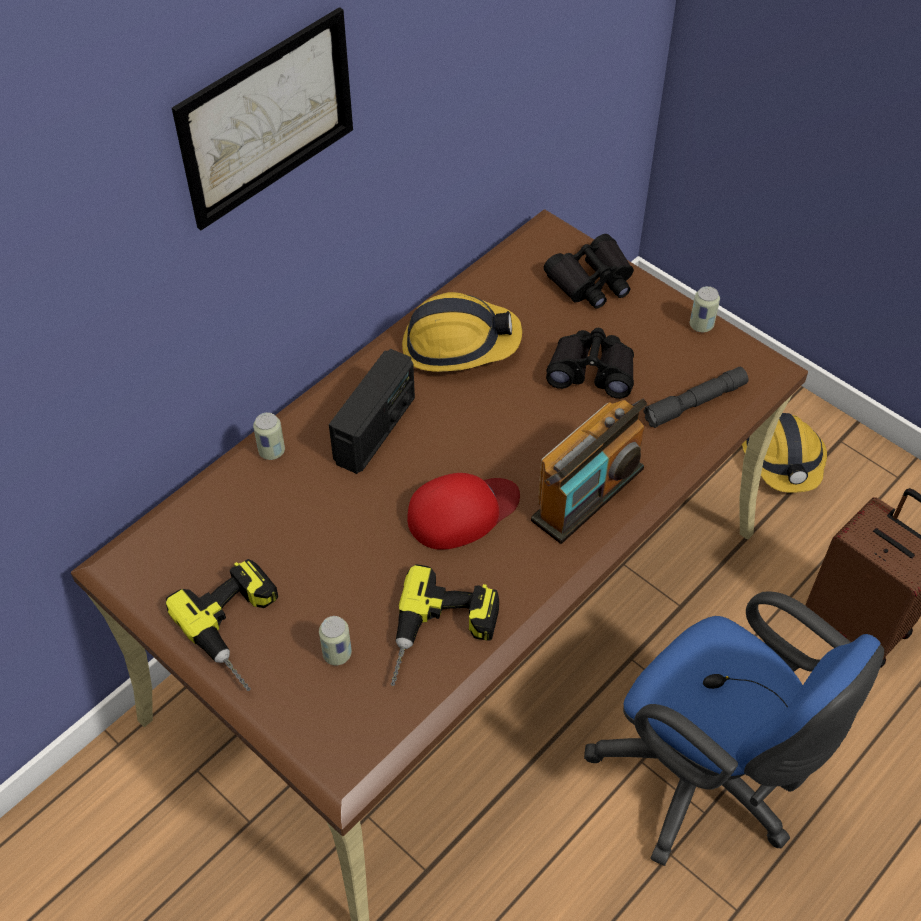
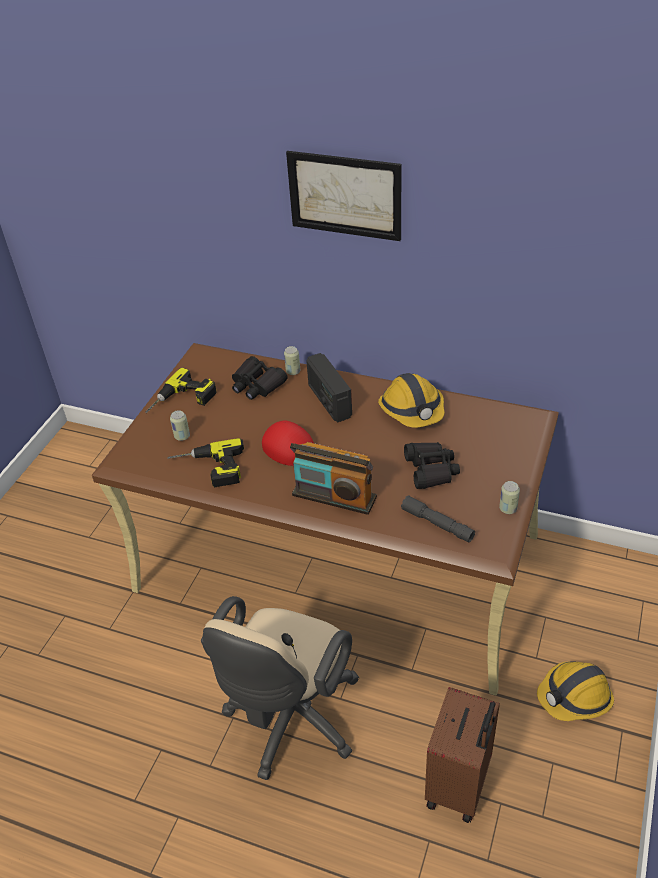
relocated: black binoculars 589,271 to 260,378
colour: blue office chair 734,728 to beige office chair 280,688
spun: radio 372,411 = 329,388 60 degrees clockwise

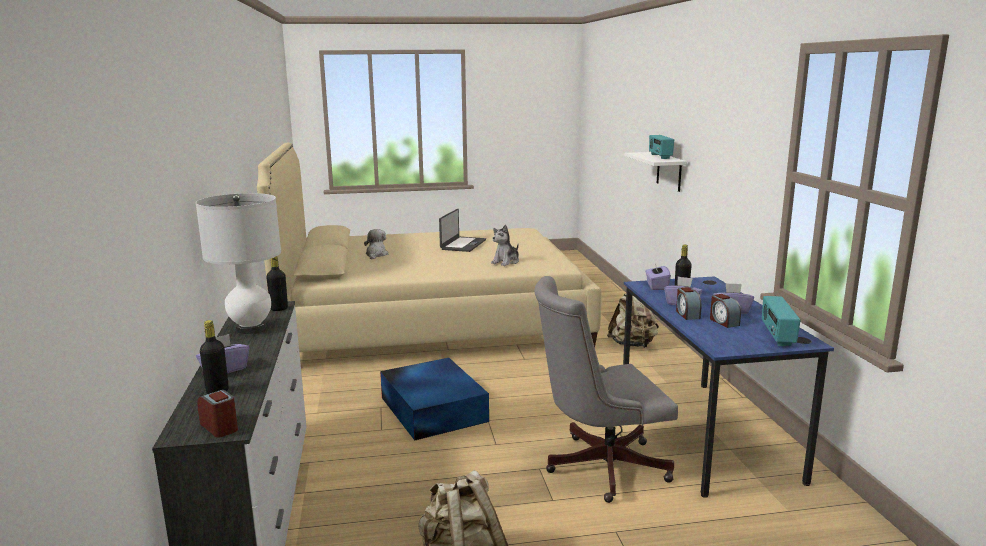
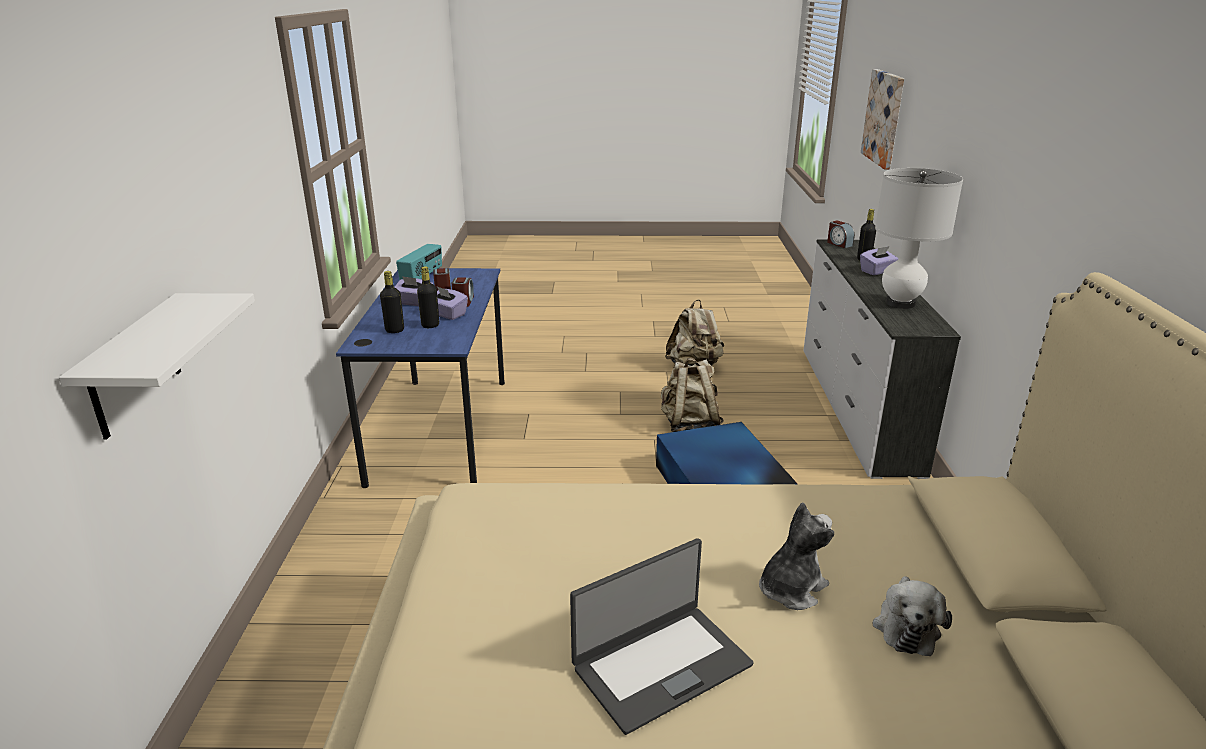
missing: grey office chair 606,389; purple tissue box 658,277; radio 661,147
appeared: picture 882,119
relocated: black bottle 277,283 to 392,302; plush toy 505,245 to 796,556; beige backpack 633,321 to 692,395
spun: laptop 462,230 = 661,636 150 degrees counterclockwise

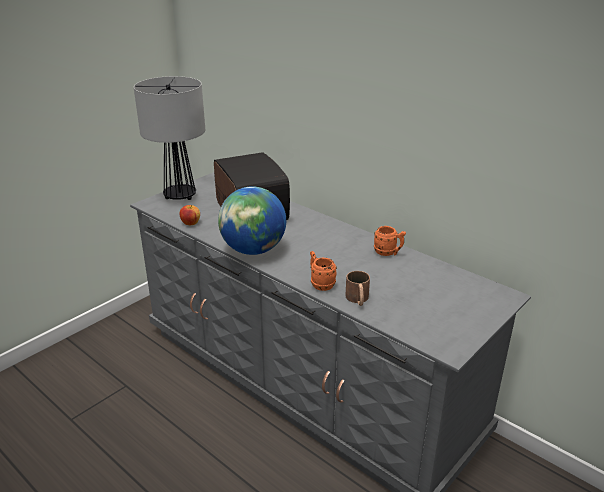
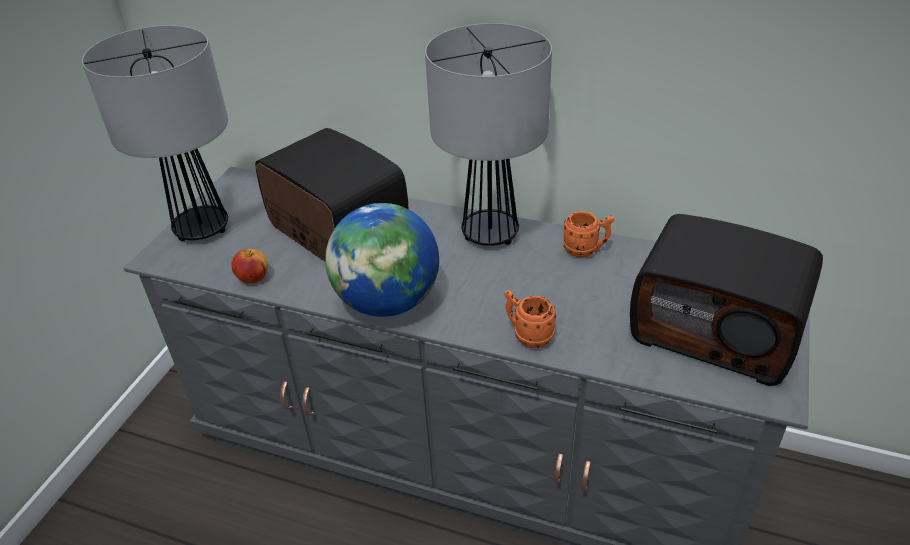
missing: brown mug 358,288
appeared: table lamp 488,134; radio 726,300

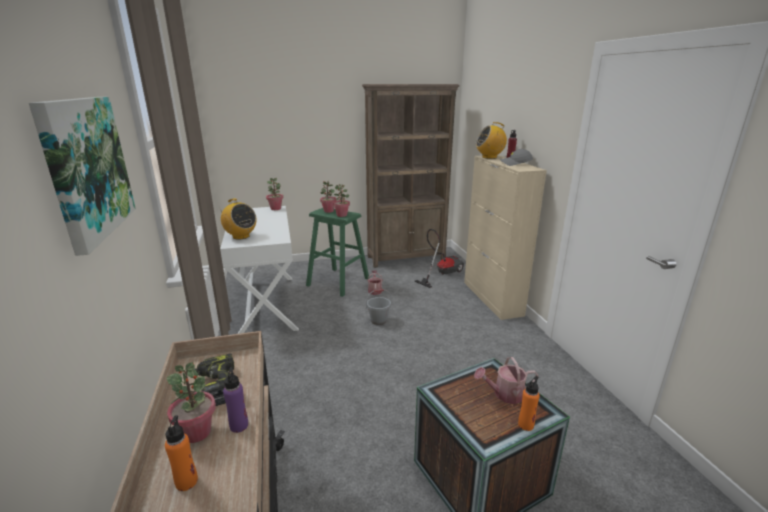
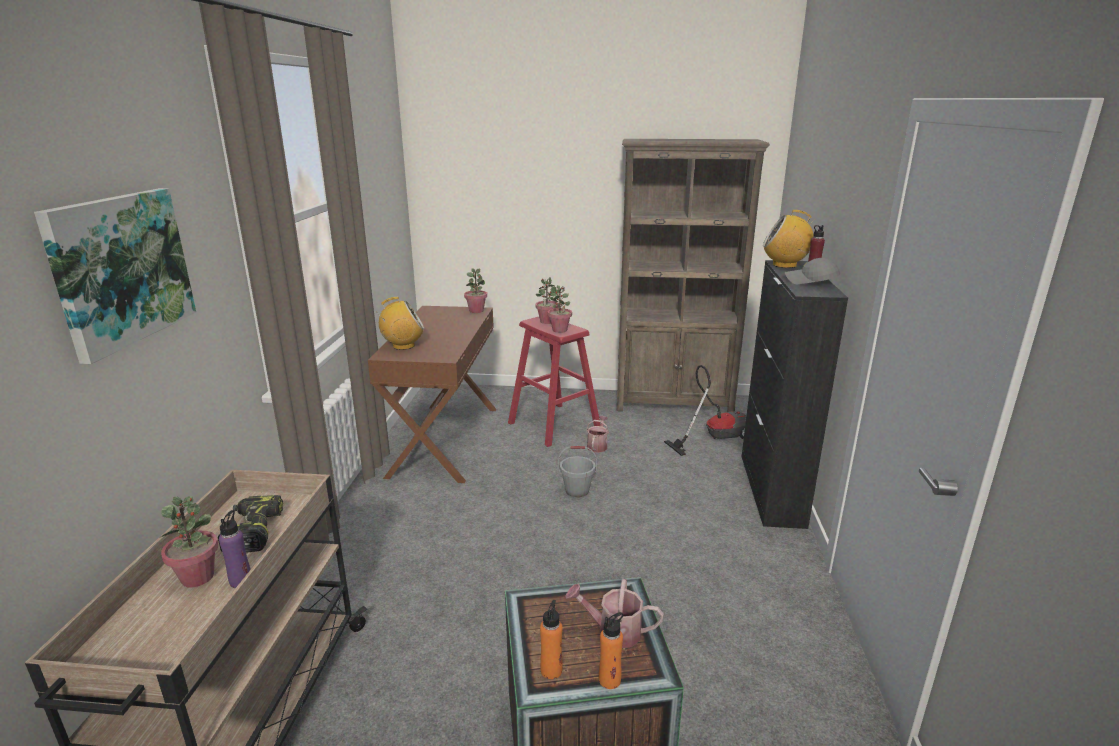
relocated: orange bottle 181,453 to 551,639
colour: white desk 259,270 to brown desk 432,394; green stool 337,252 to red stool 554,382; beige cabinet 505,237 to black cabinet 795,394
spun: radio 237,219 = 400,323 75 degrees counterclockwise

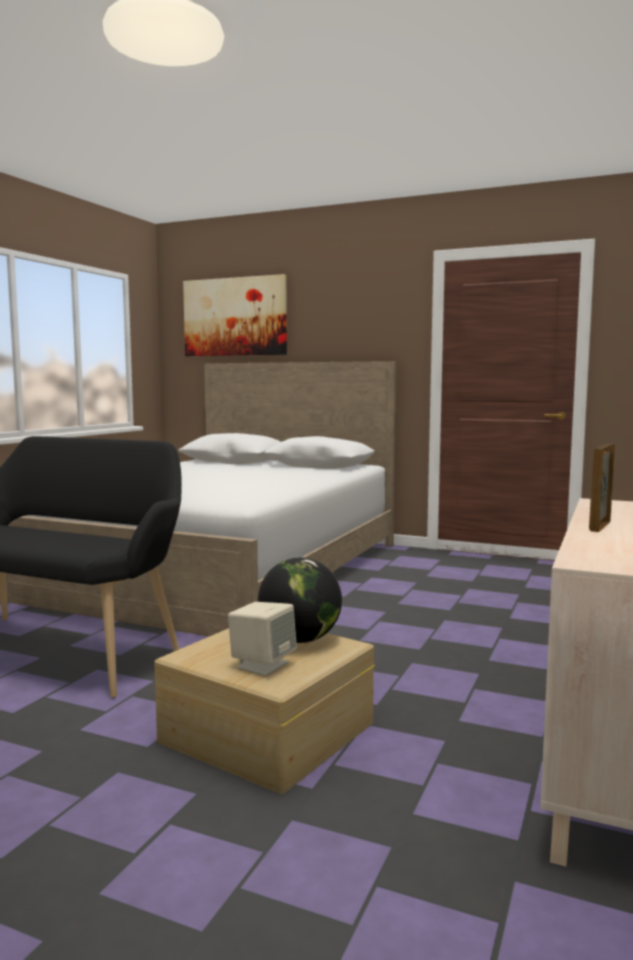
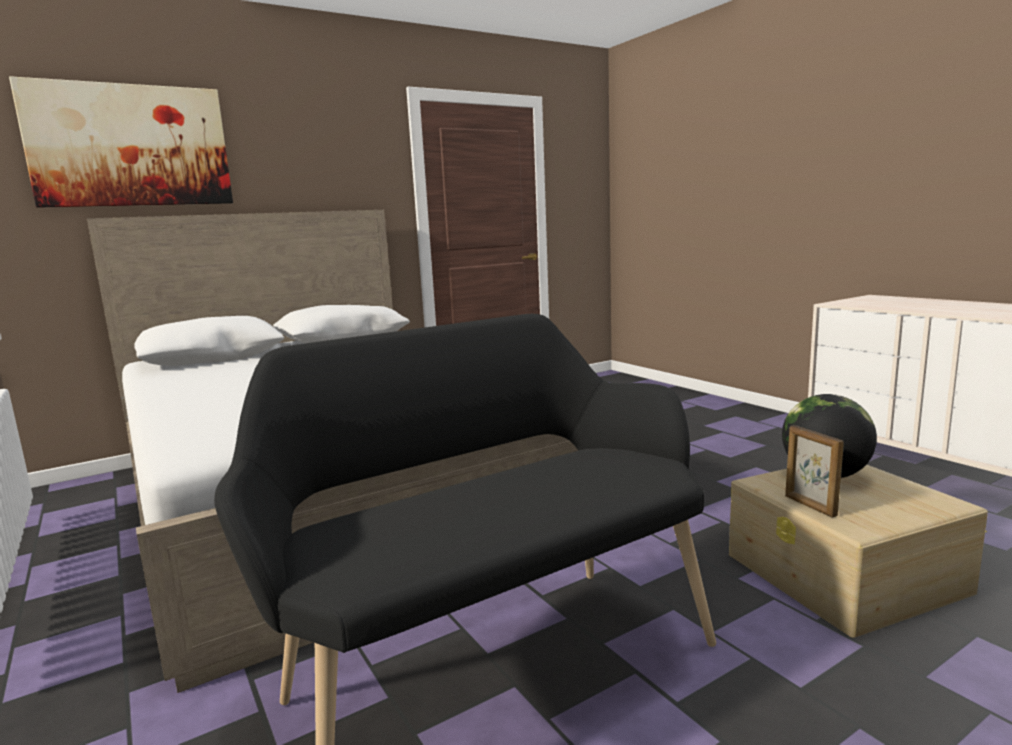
missing: beige speaker 262,639
relocated: picture frame 602,487 to 814,471

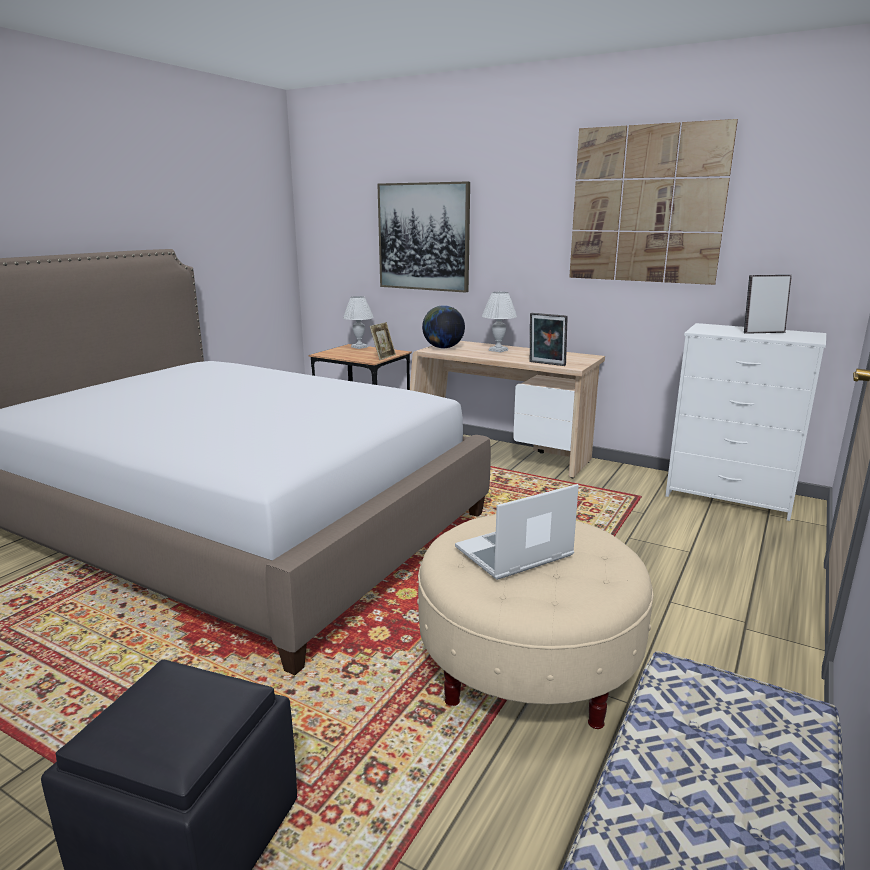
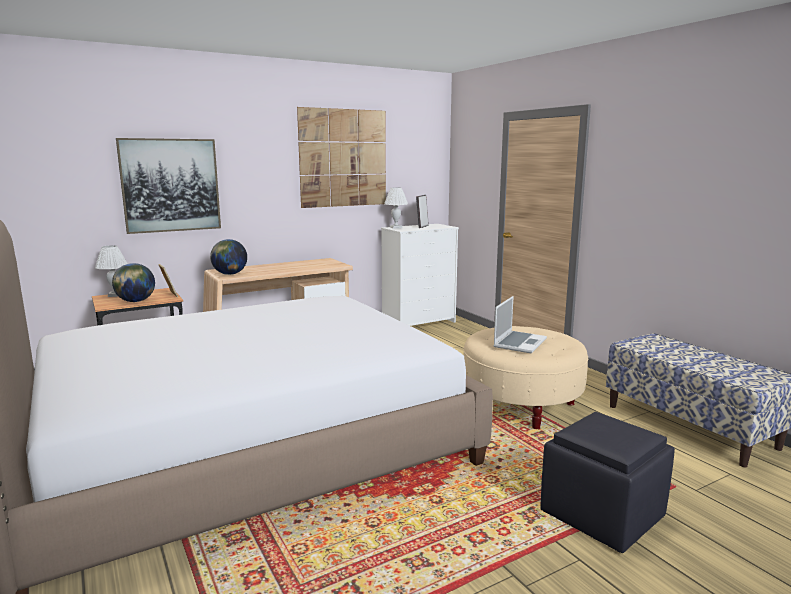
missing: picture frame 549,339
appeared: globe 133,282
relocated: white table lamp 499,322 to 396,208
spun: laptop 517,532 = 520,324 150 degrees counterclockwise

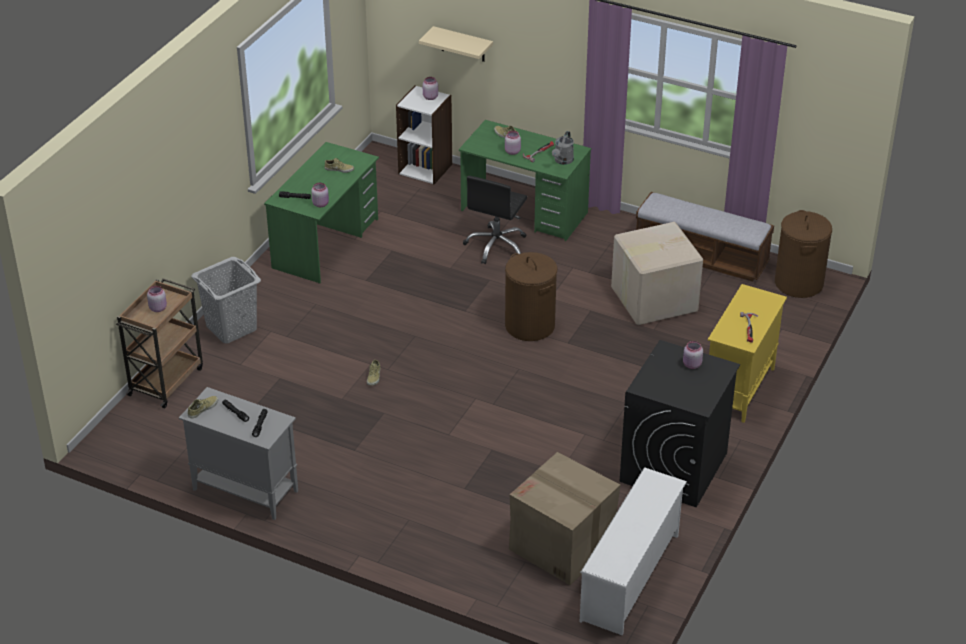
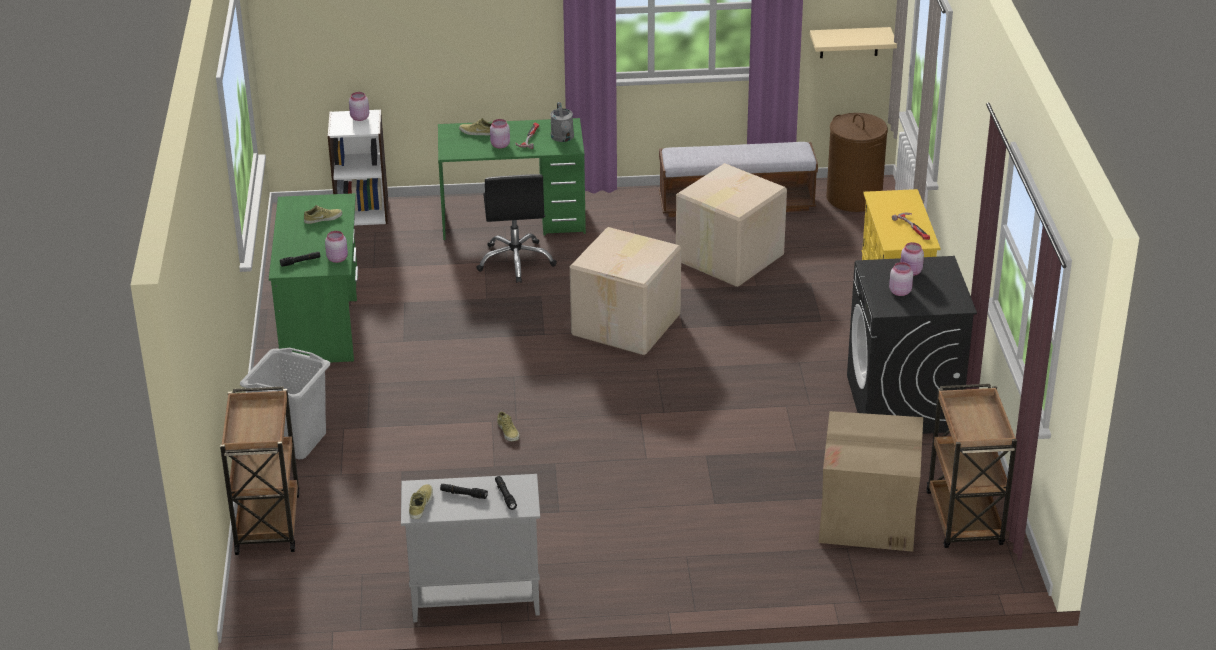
relocated: pink jar 157,299 to 901,279; beige shelf 456,44 to 853,42
exchanged: brown laundry basket 531,296 to cardboard box 625,291; white shoe rack 633,551 to brown cart 971,466

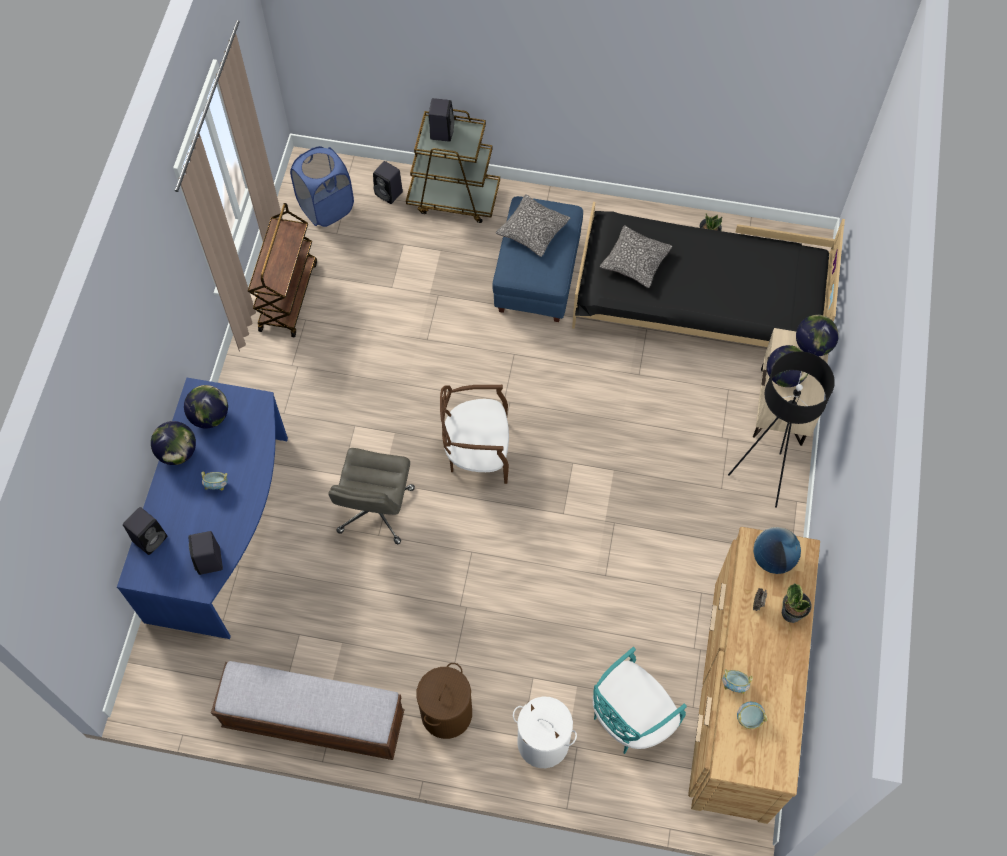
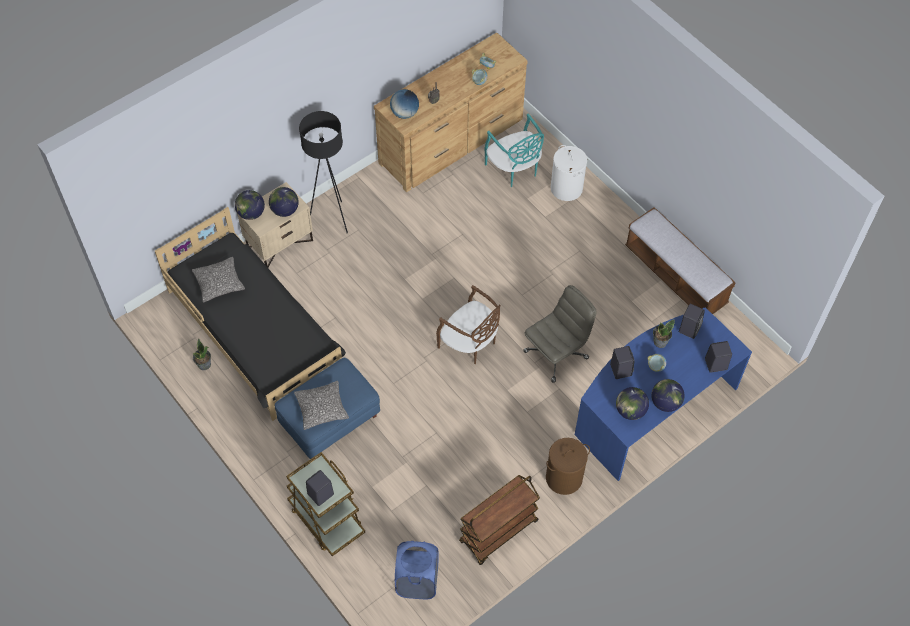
relocated: black speaker 388,182 to 622,362; brown laundry basket 444,701 to 568,466; pillow 636,256 to 218,280; potted plant 797,603 to 664,333
spun: turquoise chair 640,700 = 514,150 60 degrees clockwise

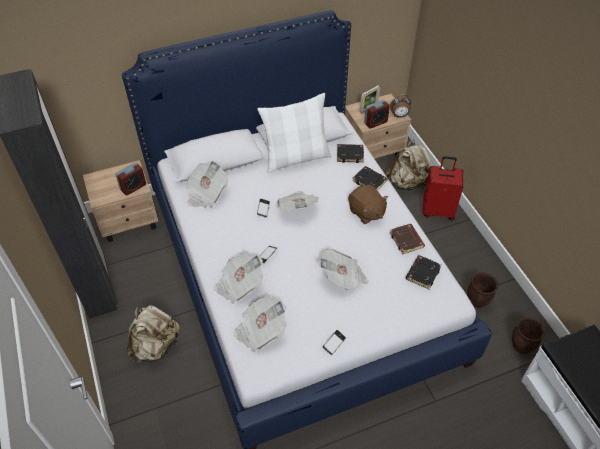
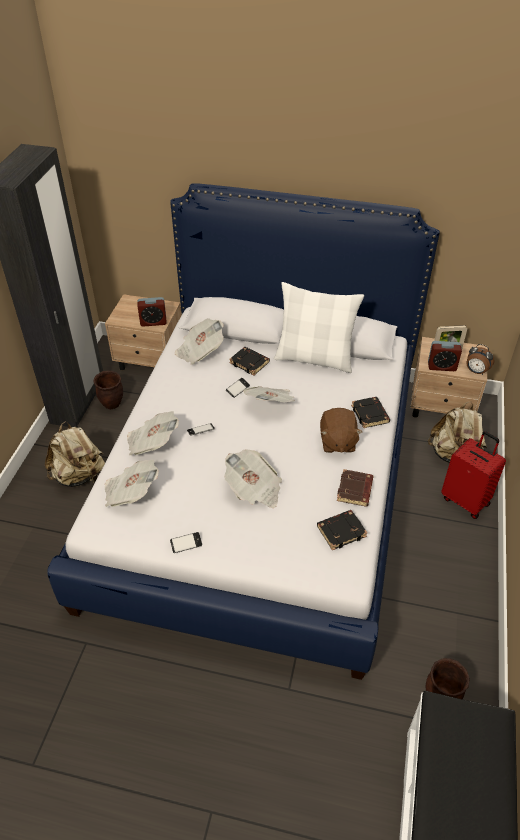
relocated: black book 350,153 to 249,361; brown planter 482,290 to 108,389

